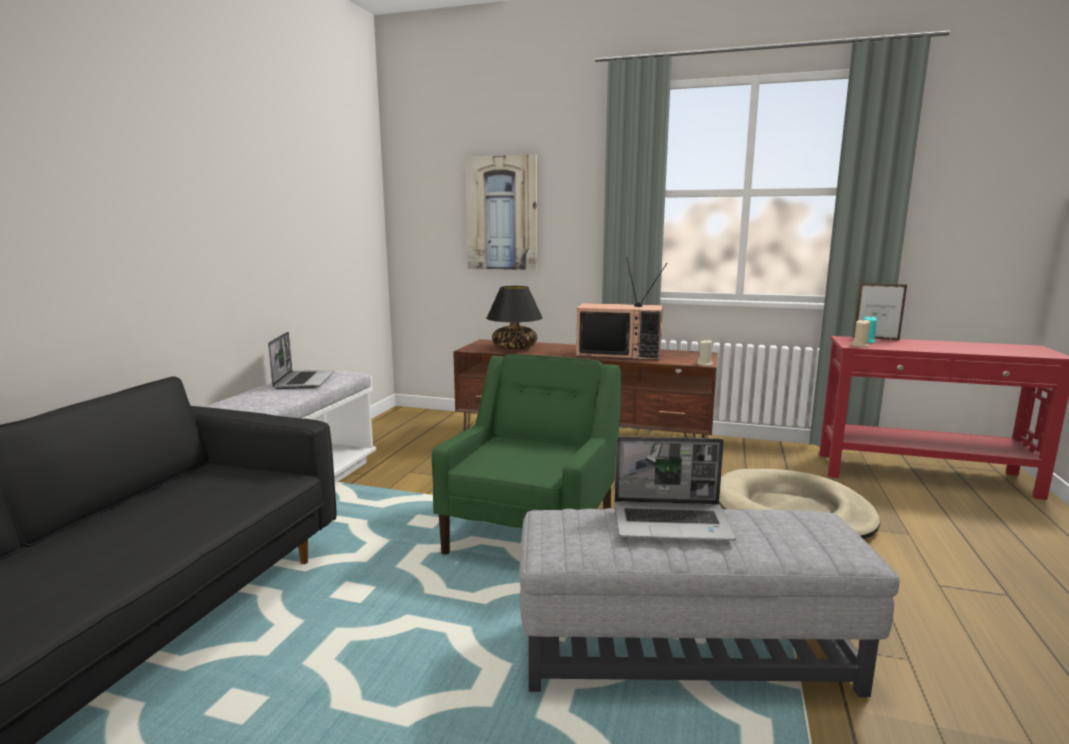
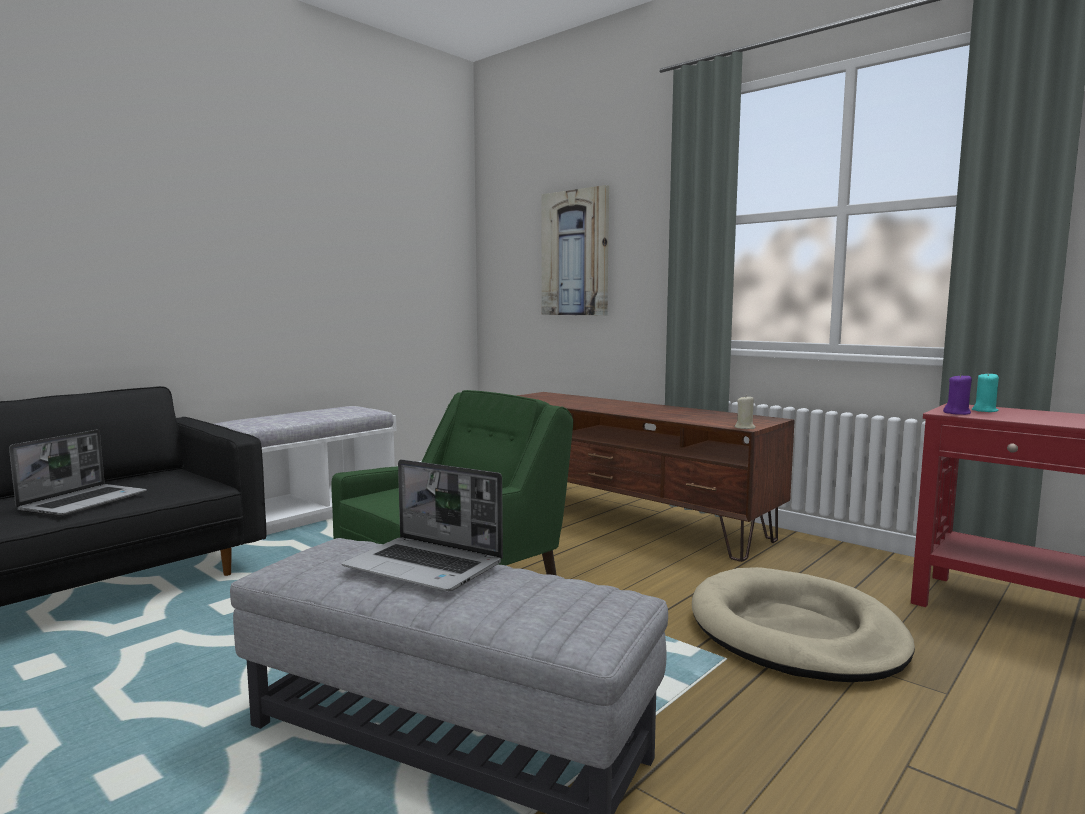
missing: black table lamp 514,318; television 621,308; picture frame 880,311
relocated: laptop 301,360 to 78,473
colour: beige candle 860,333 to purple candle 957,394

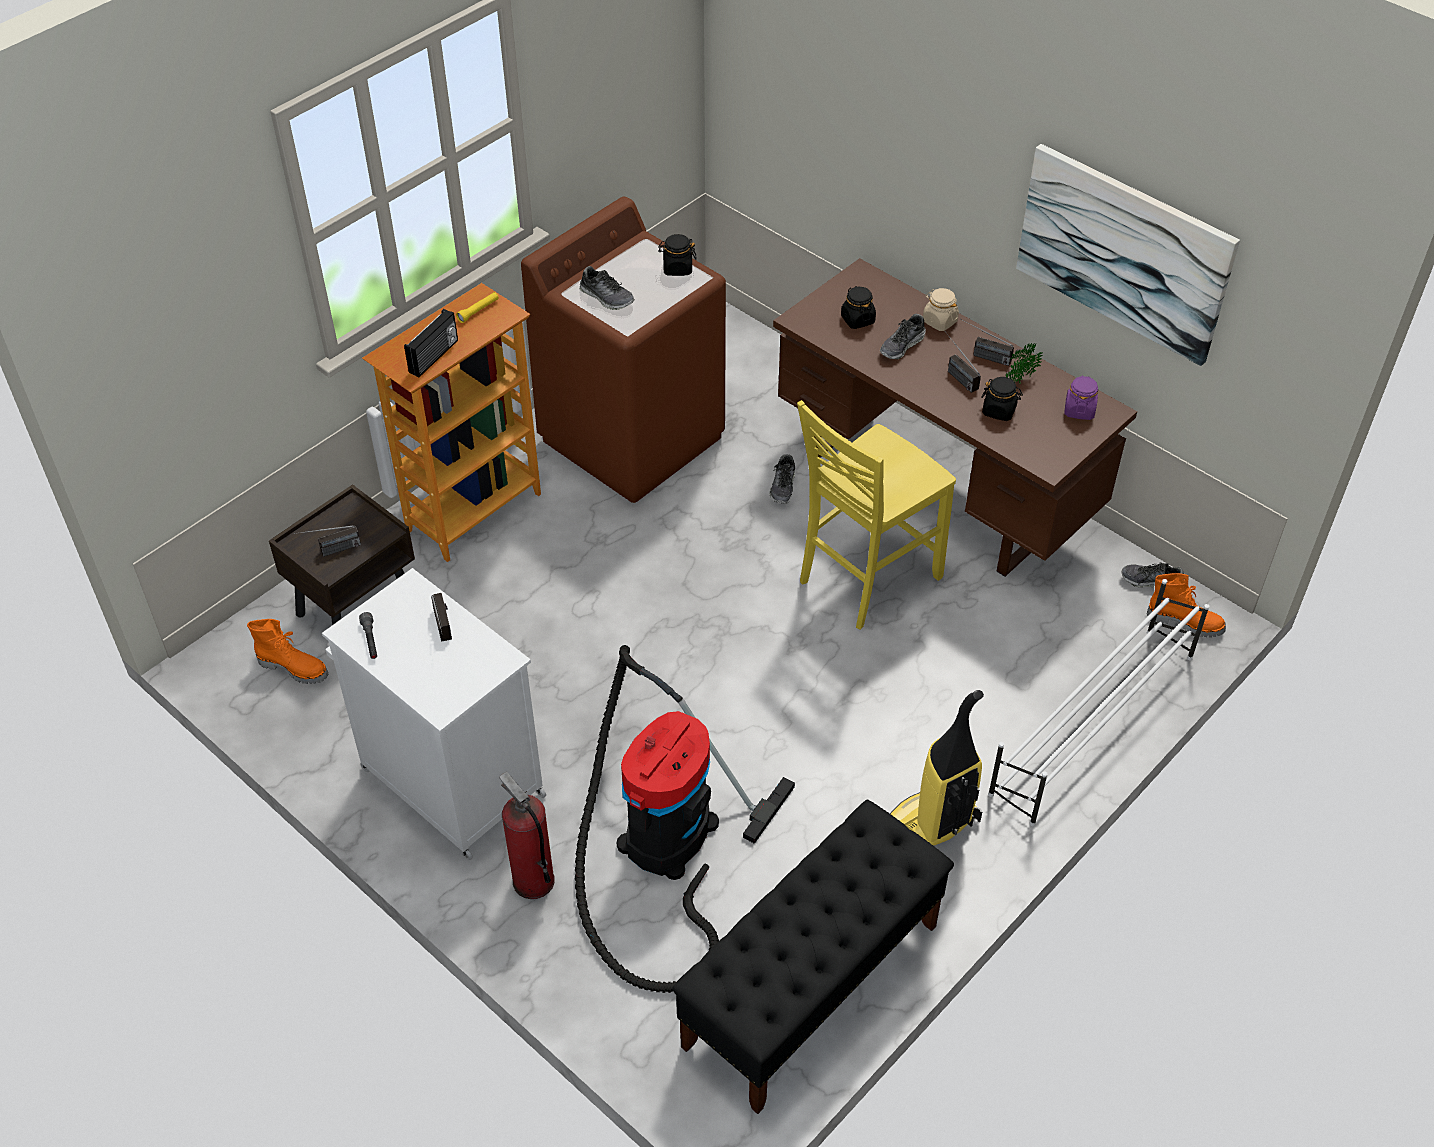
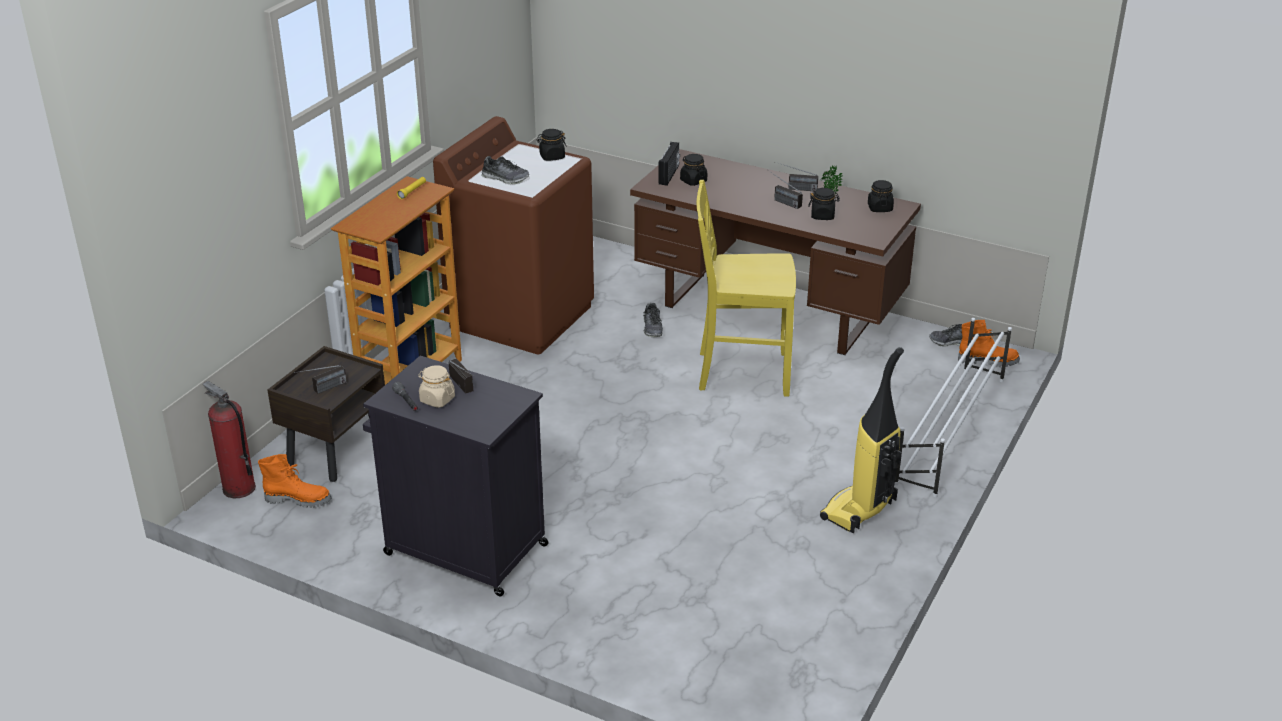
missing: vacuum cleaner 685,819; black bench 813,956; shoe 903,336; picture 1128,255
relocated: radio 431,343 to 669,164; fire extinguisher 527,835 to 229,439; beige jar 941,309 to 436,386
colour: white cabinet 434,714 to black cabinet 455,476; purple jar 1081,397 to black jar 881,196
spun: yellow chair 876,515 = 746,288 60 degrees clockwise

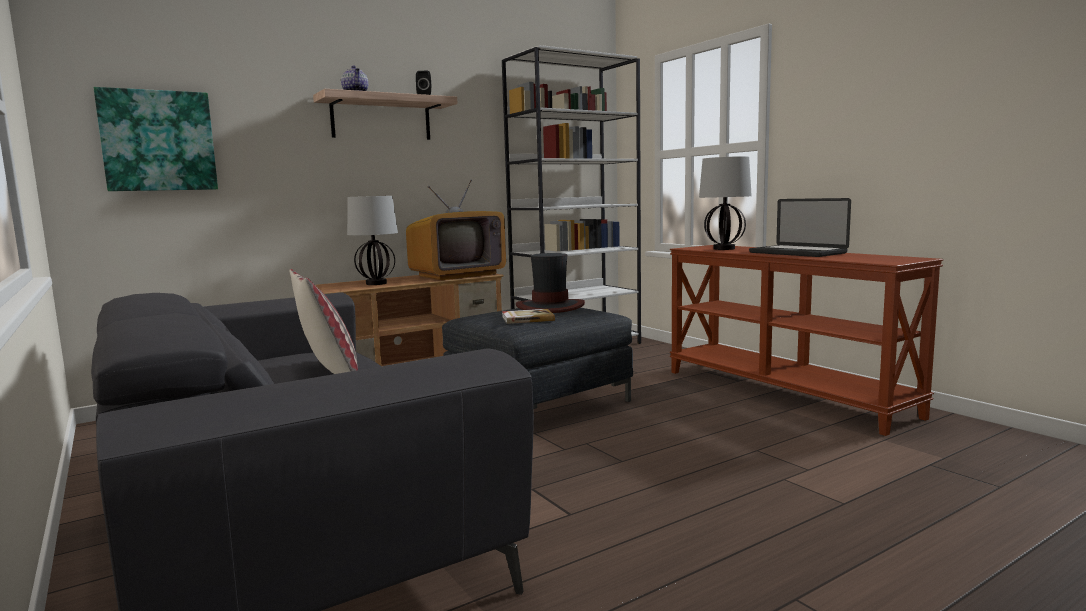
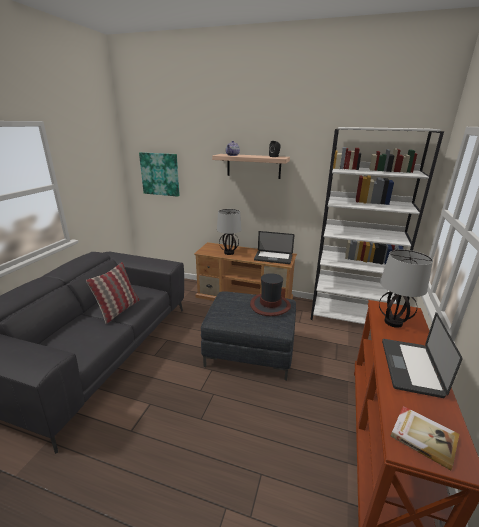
relocated: book 528,316 to 425,438
exchanged: television 456,230 to laptop 274,247

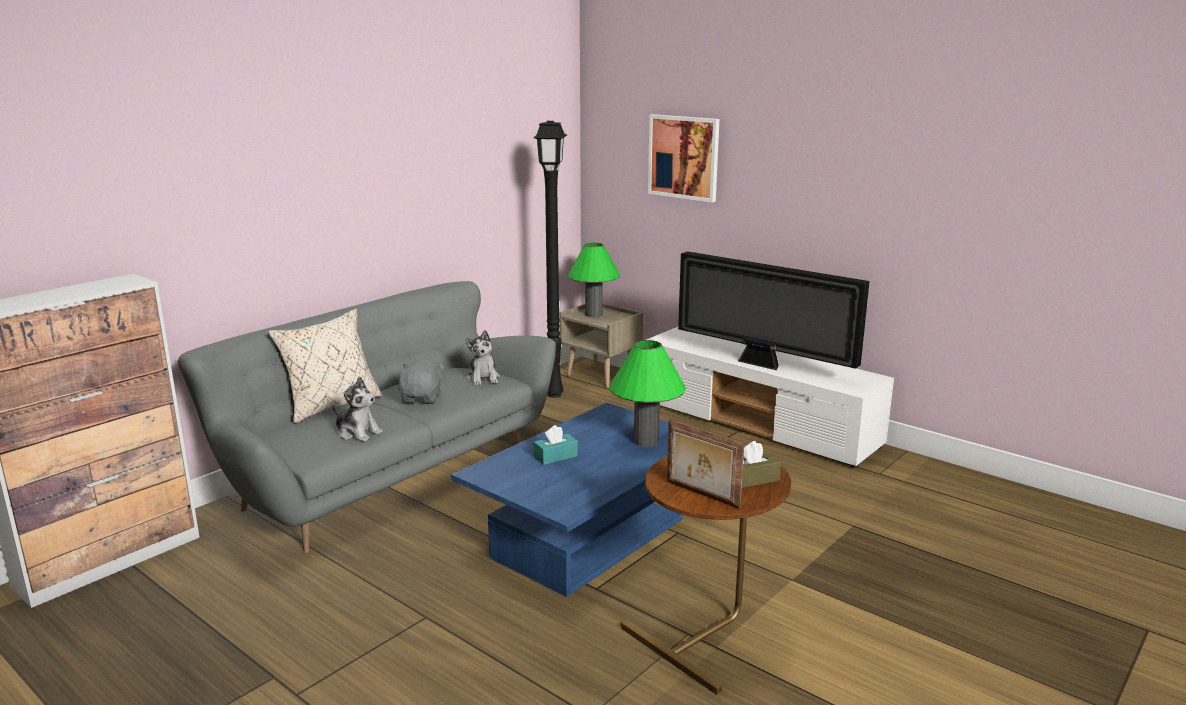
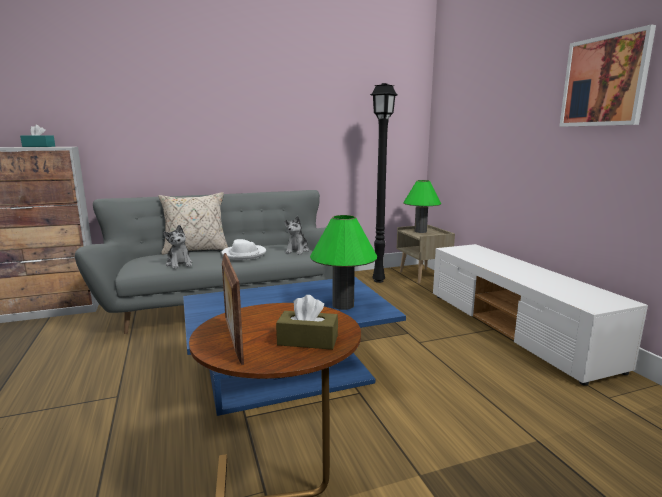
missing: television 774,310
relocated: turquoise tissue box 556,445 to 37,136; picture 683,158 to 607,76
exchanged: grey plush toy 421,382 to white hat 243,249

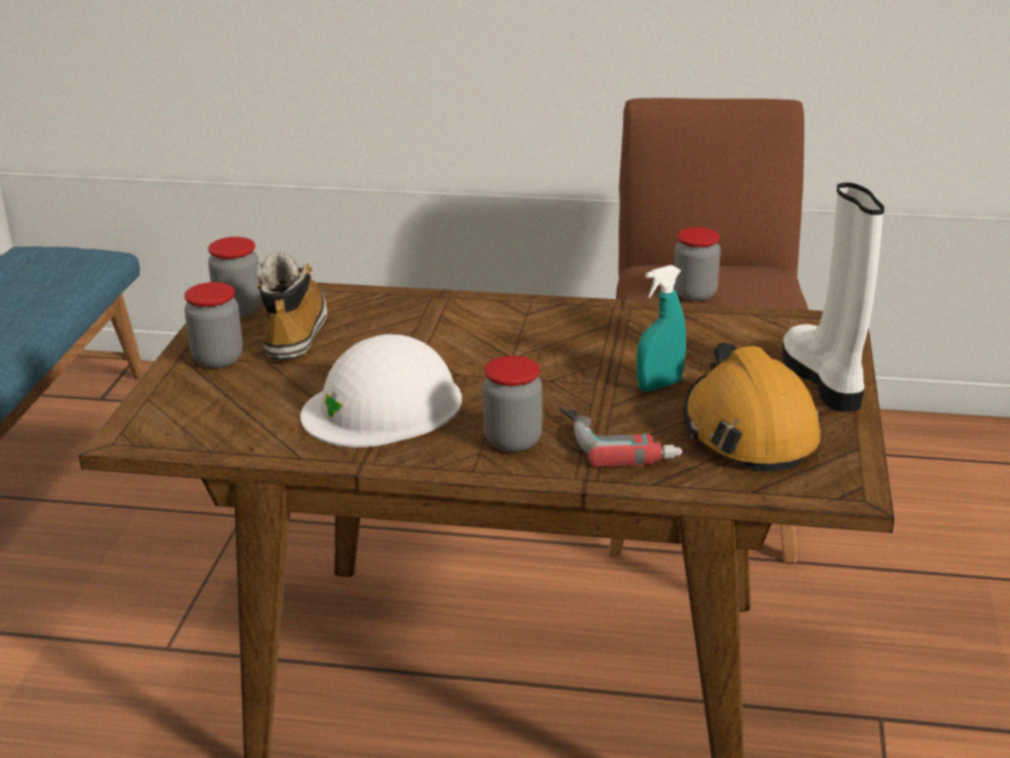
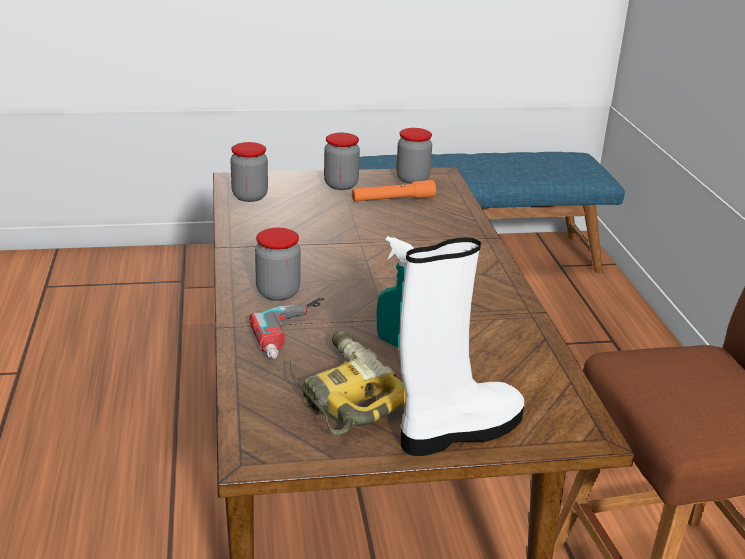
missing: white hard hat 381,390
relocated: jar 697,264 to 249,172
exchanged: boot 292,306 to orange flashlight 394,191; orange hard hat 752,407 to power drill 347,383

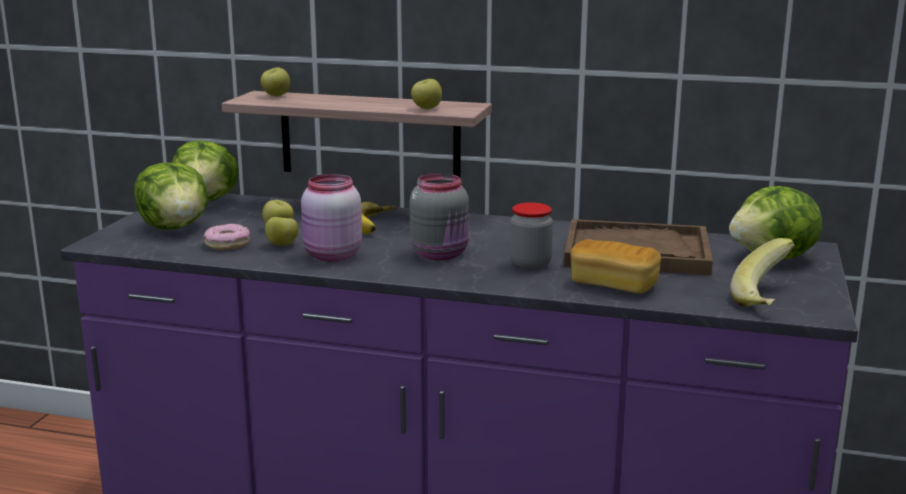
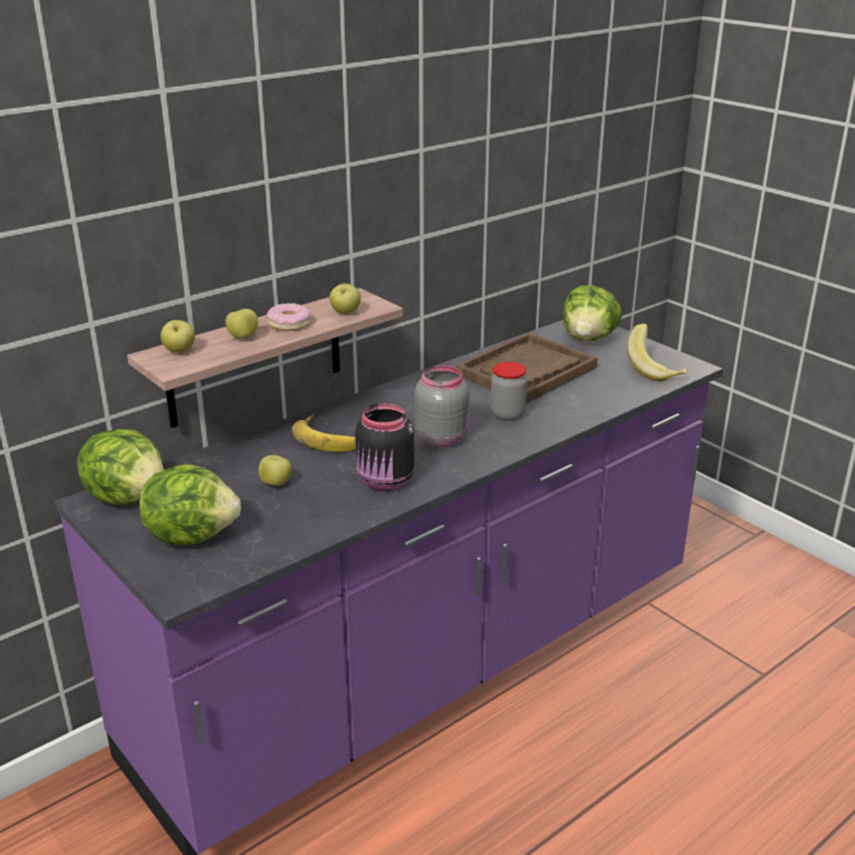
missing: bread 616,266
relocated: donut 226,237 to 288,317; apple 281,231 to 241,324
colour: pink jar 331,217 to black jar 384,446

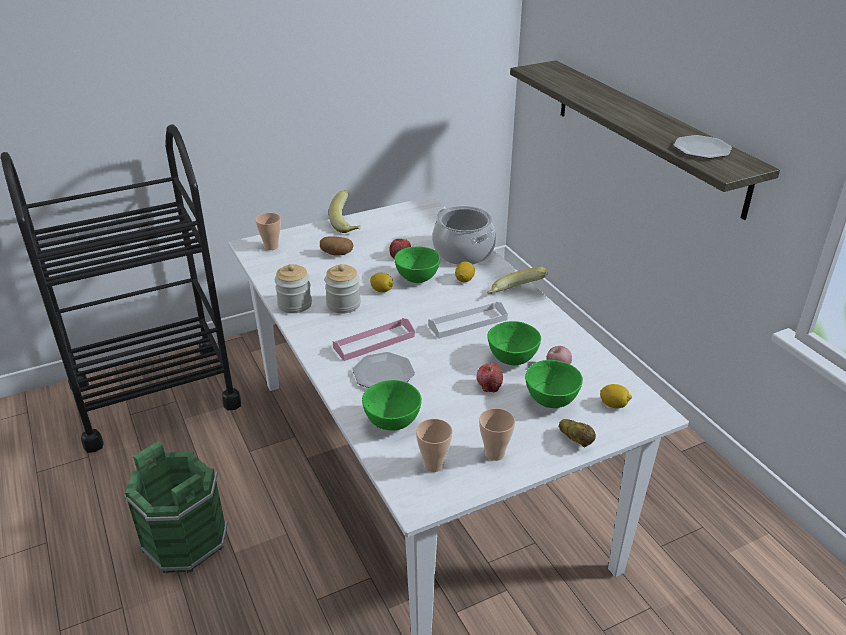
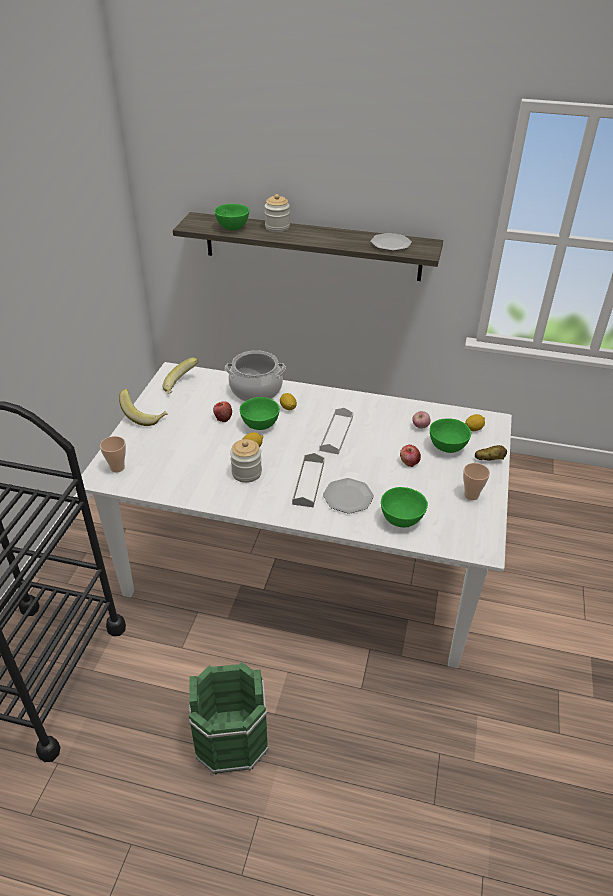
missing: potato 336,246; cup 434,445
relocated: jar 293,288 to 277,213; banana 517,280 to 181,375; green bowl 514,343 to 231,217
colour: pink tray 374,339 to grey tray 308,480

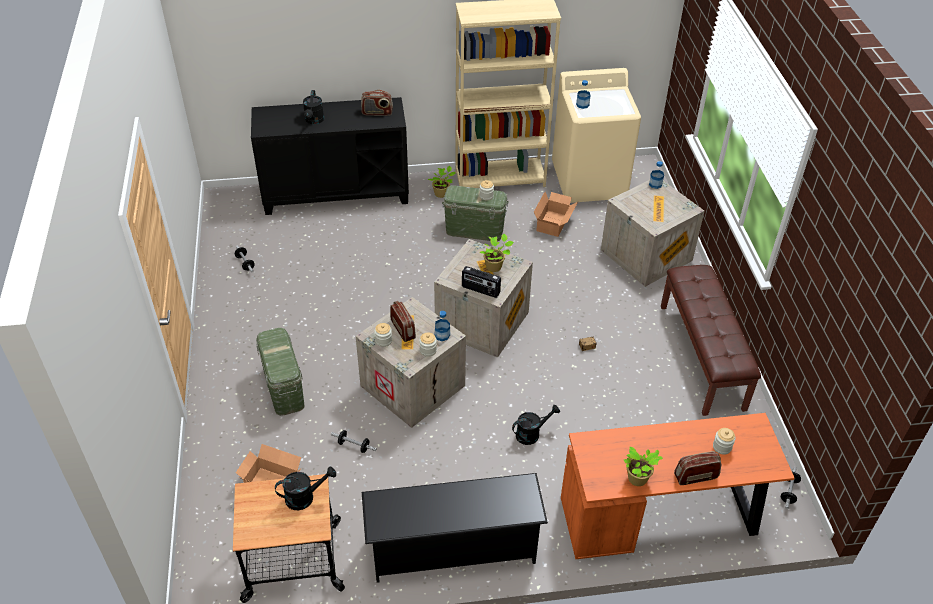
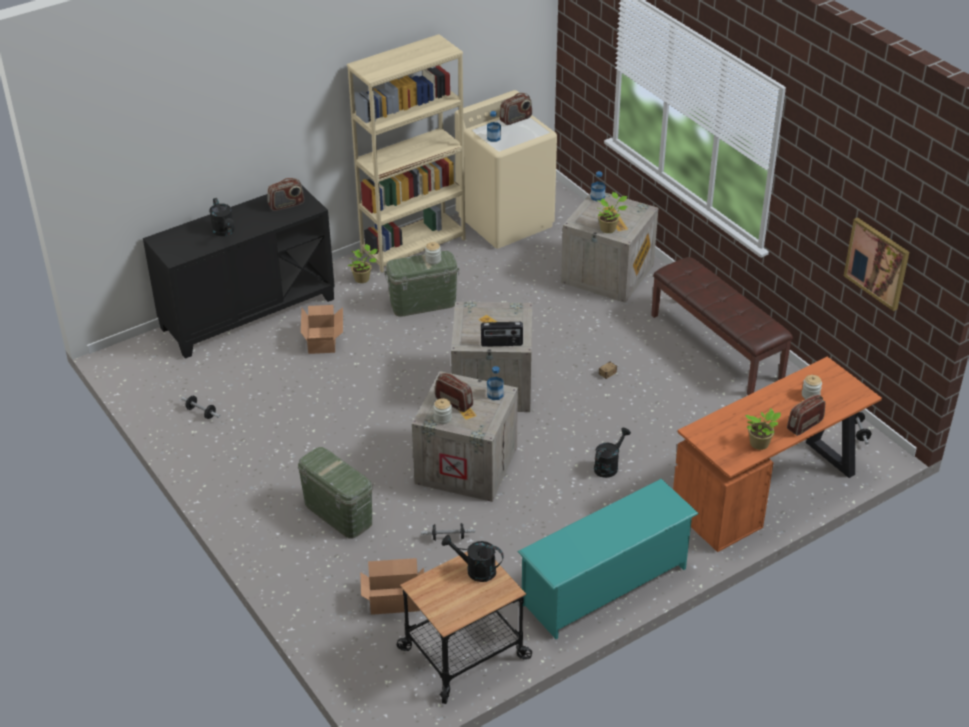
missing: jar 428,345
appeared: radio 516,109; picture 876,264
relocated: potted plant 497,253 to 612,212; cardboard box 556,214 to 322,329
colour: black shoe rack 455,528 to turquoise shoe rack 608,559
spun: black watering can 305,488 = 473,558 120 degrees counterclockwise

